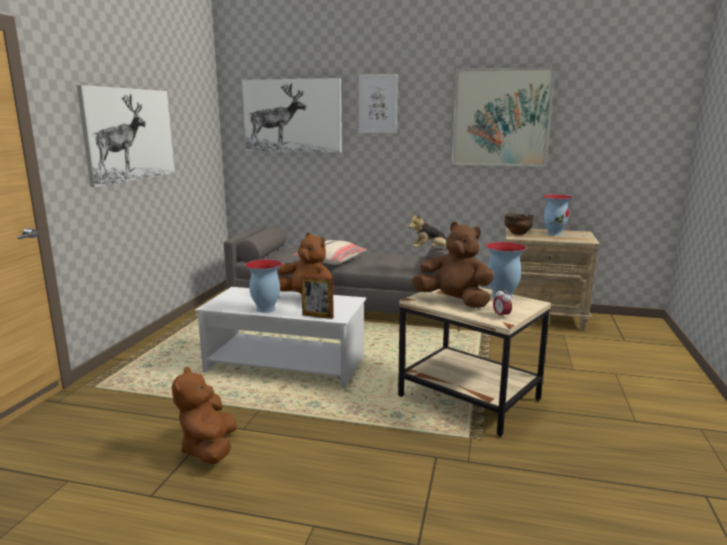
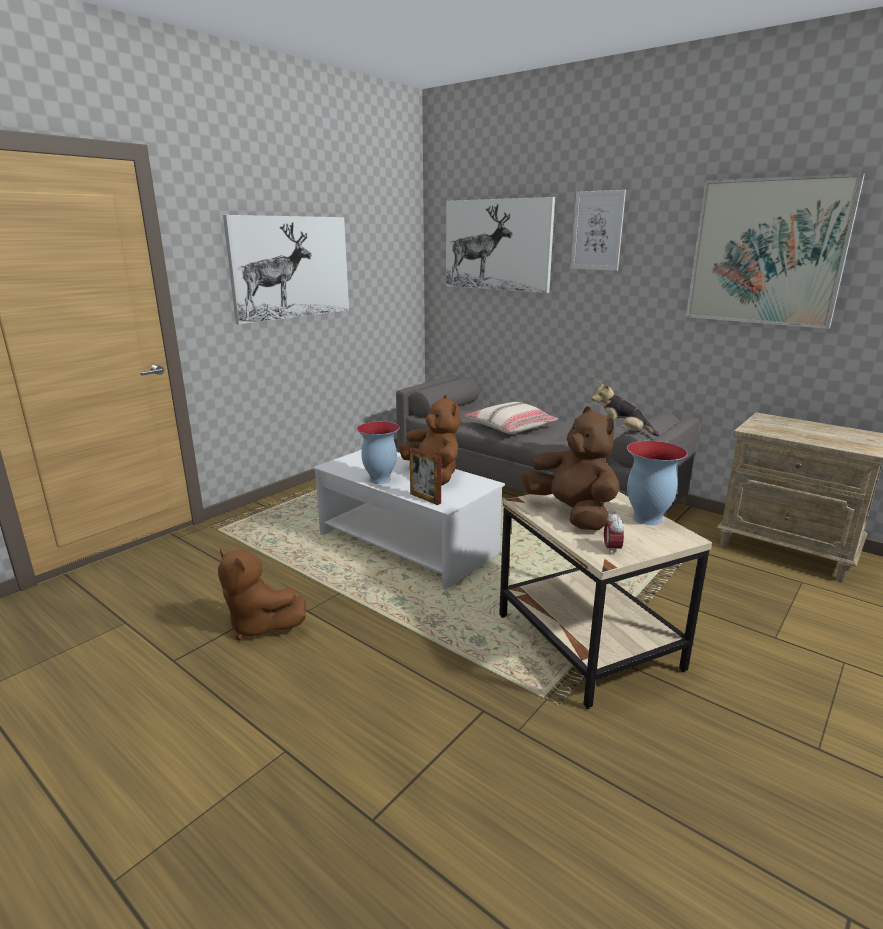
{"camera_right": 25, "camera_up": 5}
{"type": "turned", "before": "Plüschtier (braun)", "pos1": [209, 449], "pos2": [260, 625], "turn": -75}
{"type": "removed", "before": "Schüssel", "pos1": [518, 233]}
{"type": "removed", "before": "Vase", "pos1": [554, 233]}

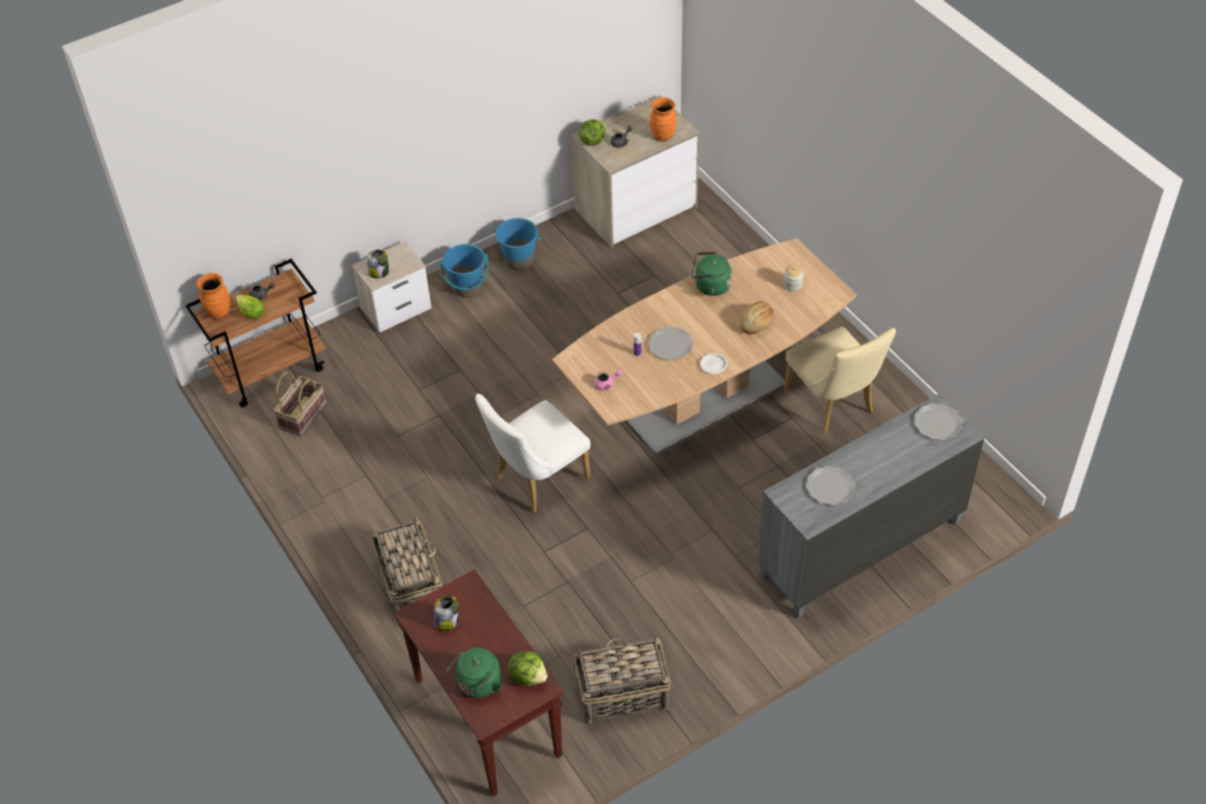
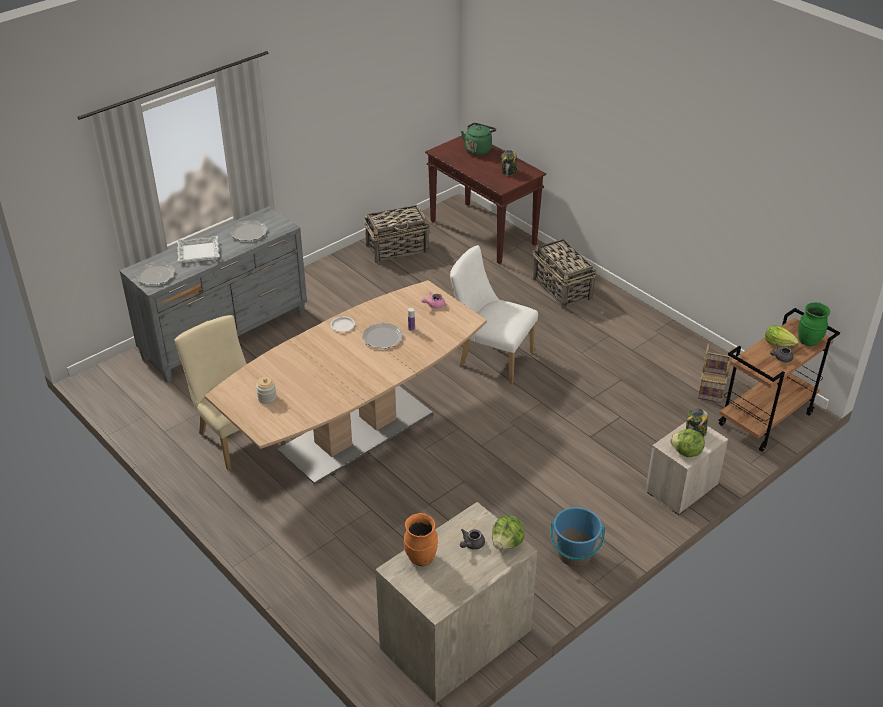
{"camera_right": 170, "camera_up": -10}
{"type": "recoloured", "before": "Vase (orange)", "after": "Vase (grün)", "pos1": [218, 312], "pos2": [809, 341]}
{"type": "removed", "before": "Eimer (blau)", "pos1": [467, 287]}
{"type": "turned", "before": "Stuhl (weiß)", "pos1": [536, 481], "pos2": [490, 358], "turn": -105}
{"type": "moved", "before": "Salatkopf", "pos1": [528, 676], "pos2": [686, 452]}
{"type": "removed", "before": "Wasserkessel (grün)", "pos1": [710, 286]}
{"type": "removed", "before": "Brot", "pos1": [756, 323]}
{"type": "added", "after": "Tablett (weiß)", "pos2": [198, 252]}

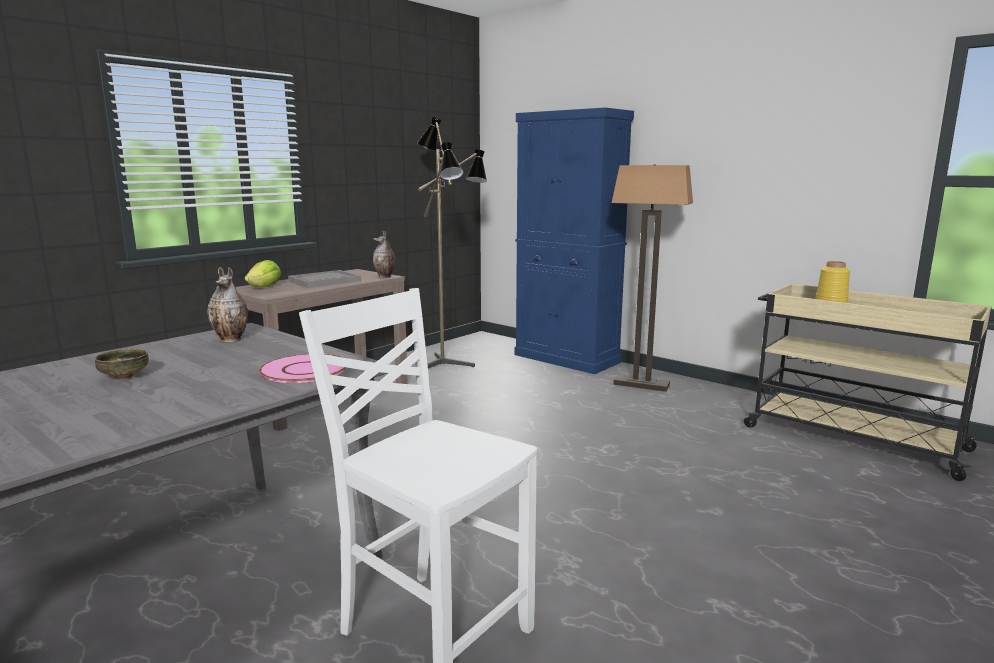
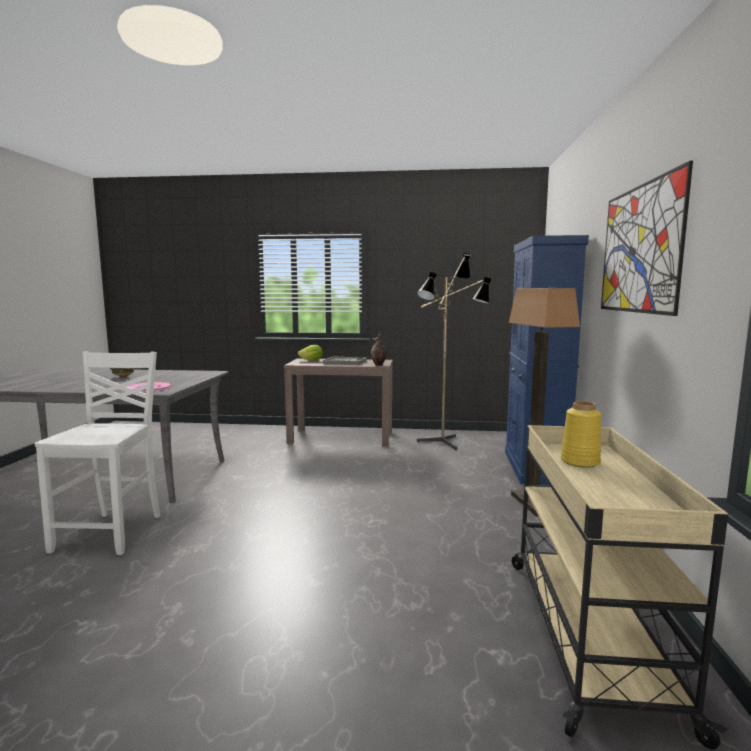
{"camera_right": 55, "camera_up": -5}
{"type": "removed", "before": "Vase", "pos1": [232, 339]}
{"type": "added", "after": "Bild", "pos2": [639, 249]}

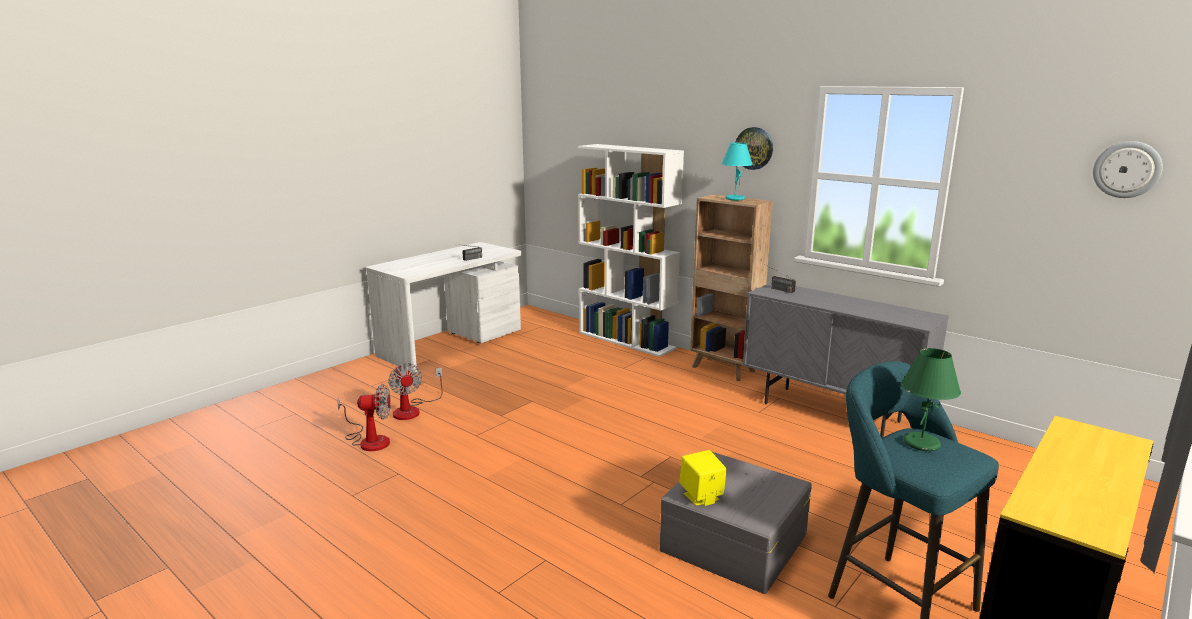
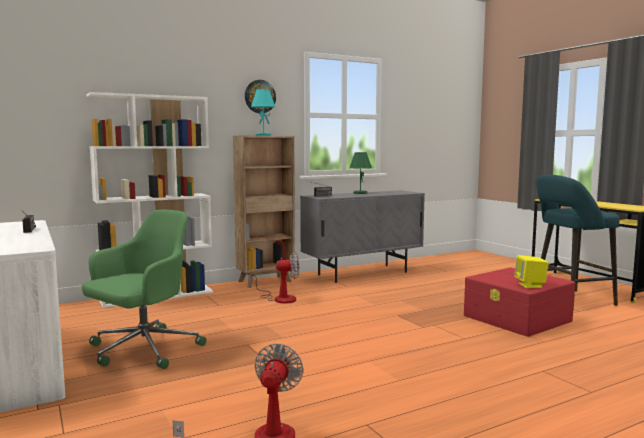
{"camera_right": -70, "camera_up": -10}
{"type": "moved", "before": "Ventilator", "pos1": [412, 410], "pos2": [279, 298]}
{"type": "recoloured", "before": "Aufbewahrungsbox (grau)", "after": "Aufbewahrungsbox (rot)", "pos1": [733, 542], "pos2": [517, 318]}
{"type": "moved", "before": "Tischlampe (grün)", "pos1": [921, 443], "pos2": [360, 193]}
{"type": "removed", "before": "Wanduhr", "pos1": [1127, 169]}
{"type": "added", "after": "Bürostuhl (grün)", "pos2": [143, 350]}

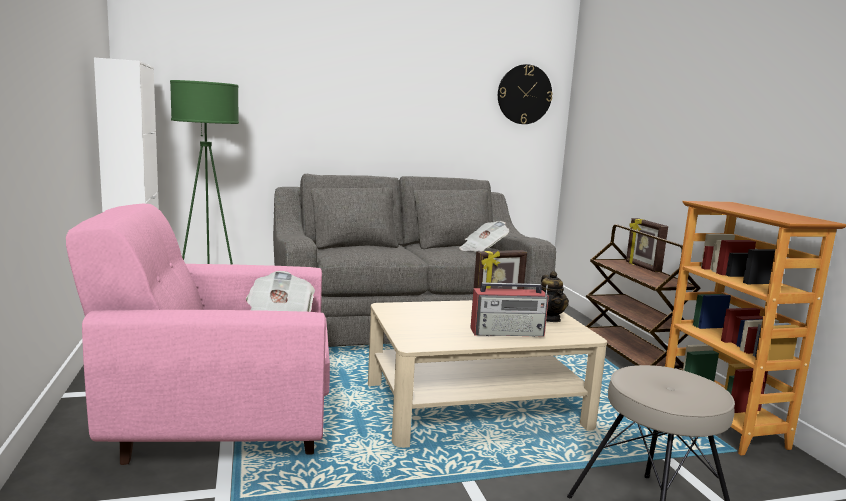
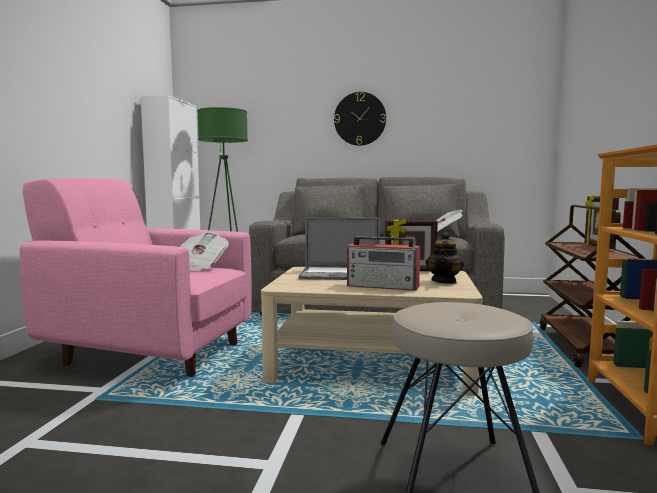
{"camera_right": 25, "camera_up": -5}
{"type": "moved", "before": "Wanduhr", "pos1": [524, 94], "pos2": [360, 119]}
{"type": "added", "after": "Laptop", "pos2": [340, 274]}

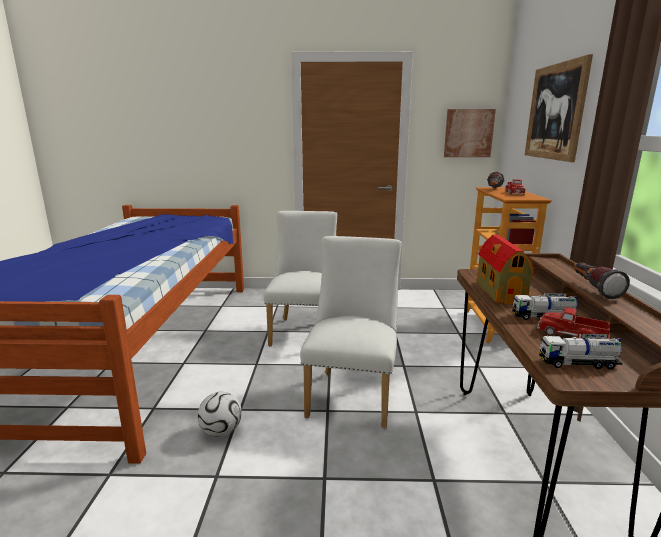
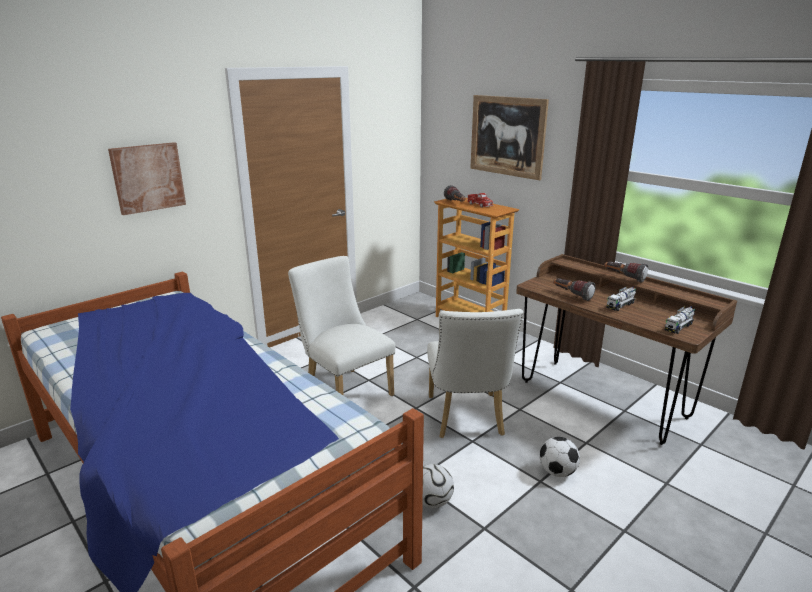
{"camera_right": -45, "camera_up": 5}
{"type": "turned", "before": "Stuhl (weiß)", "pos1": [352, 393], "pos2": [467, 419], "turn": -150}
{"type": "moved", "before": "Bild", "pos1": [468, 133], "pos2": [148, 177]}
{"type": "replaced", "before": "Spielzeughaus", "after": "Taschenlampe", "pos1": [499, 291], "pos2": [571, 295]}
{"type": "removed", "before": "Spielzeuglaster", "pos1": [571, 335]}
{"type": "added", "after": "Fußball", "pos2": [557, 472]}

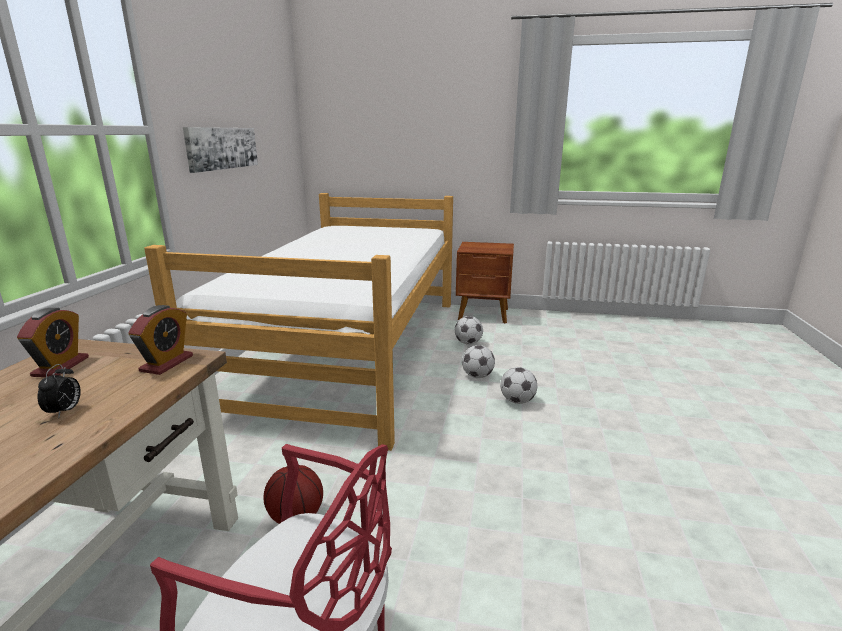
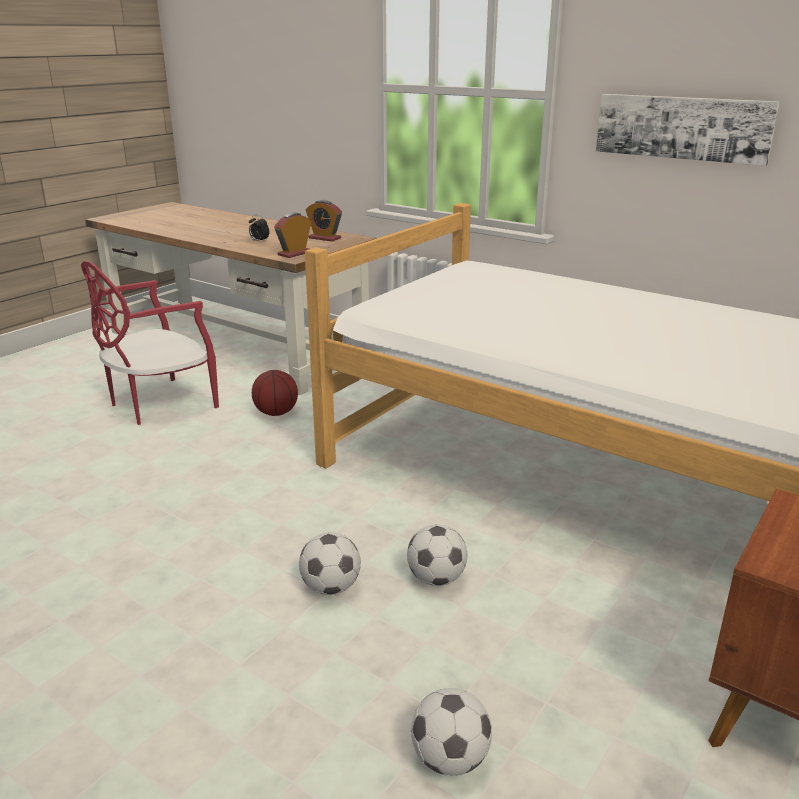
{"camera_right": 115, "camera_up": 5}
{"type": "turned", "before": "Wecker", "pos1": [167, 363], "pos2": [294, 253], "turn": 90}
{"type": "moved", "before": "Fußball", "pos1": [468, 343], "pos2": [450, 759]}

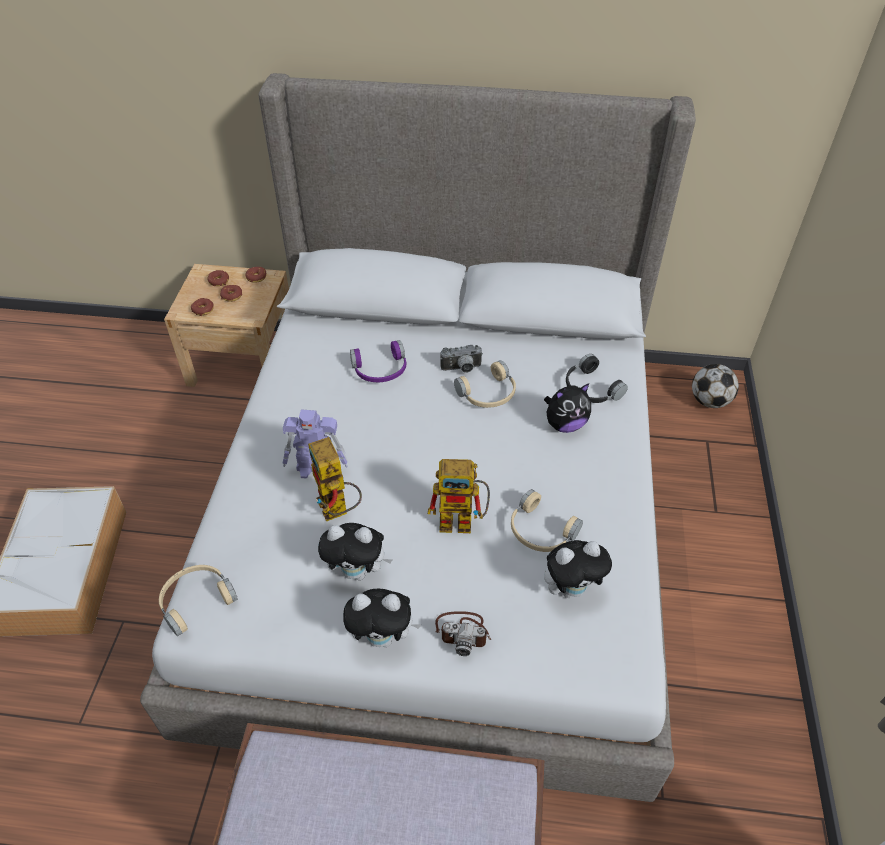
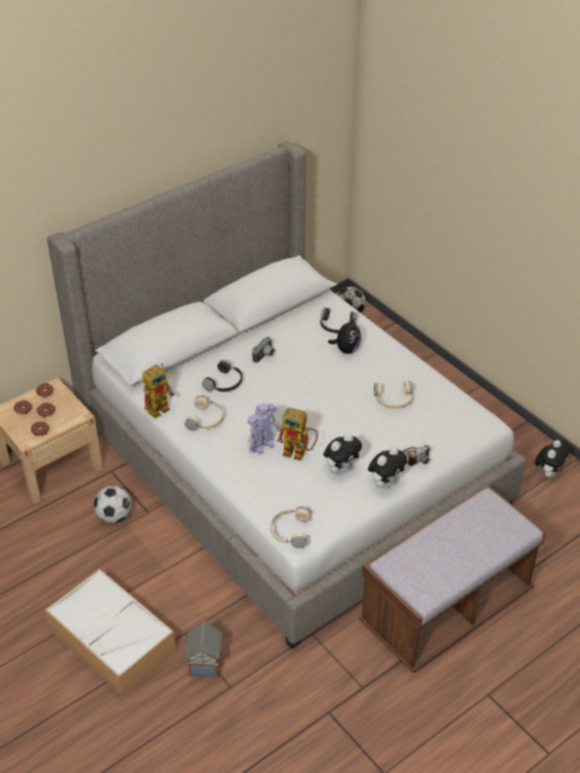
{"camera_right": -45, "camera_up": -5}
{"type": "recoloured", "before": "Kopfhörer (lila)", "after": "Kopfhörer (schwarz)", "pos1": [380, 370], "pos2": [225, 383]}
{"type": "moved", "before": "Spielzeugroboter", "pos1": [463, 520], "pos2": [160, 407]}
{"type": "moved", "before": "Kopfhörer (beige)", "pos1": [488, 394], "pos2": [207, 419]}
{"type": "moved", "before": "Plüschtier", "pos1": [571, 588], "pos2": [548, 473]}
{"type": "added", "after": "Fußball", "pos2": [114, 516]}
{"type": "added", "after": "Spielzeughaus", "pos2": [205, 666]}

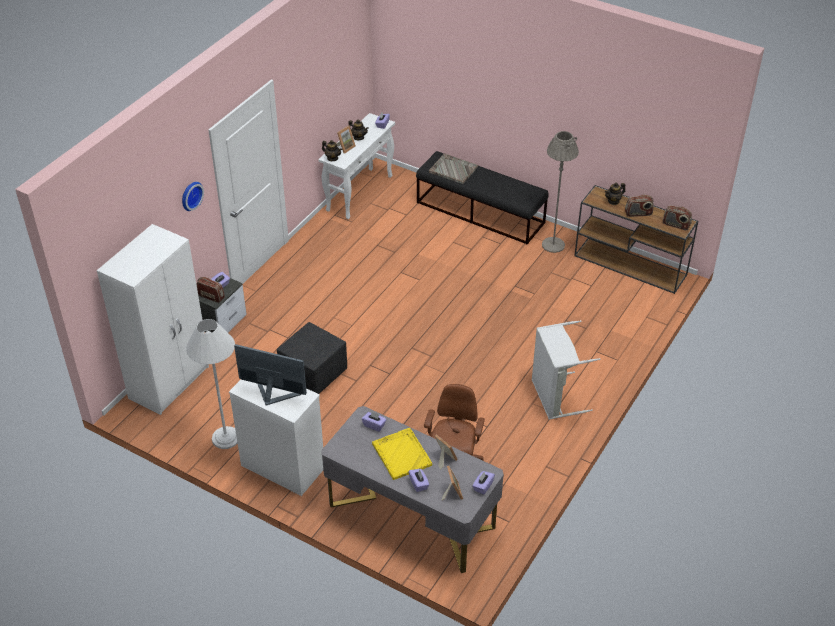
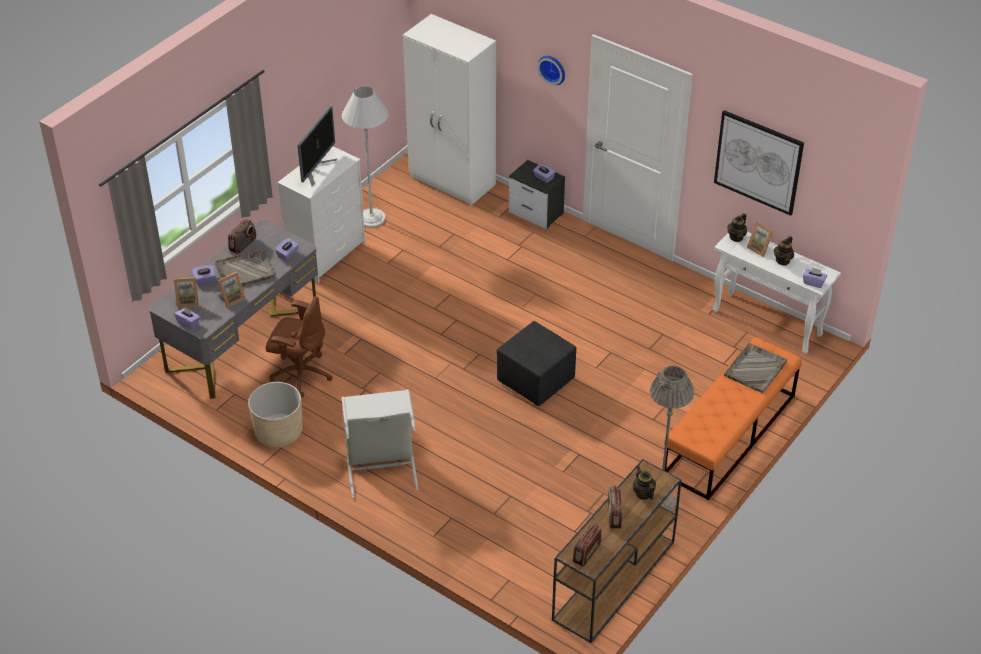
{"camera_right": 95, "camera_up": 0}
{"type": "moved", "before": "Radio", "pos1": [211, 296], "pos2": [243, 245]}
{"type": "moved", "before": "Polsterhocker (schwarz)", "pos1": [314, 374], "pos2": [536, 382]}
{"type": "recoloured", "before": "Tablett (gelb)", "after": "Tablett (grau)", "pos1": [401, 454], "pos2": [245, 270]}
{"type": "recoloured", "before": "Bank (schwarz)", "after": "Bank (orange)", "pos1": [480, 213], "pos2": [729, 435]}
{"type": "added", "after": "Pflanzkübel (beige)", "pos2": [278, 433]}
{"type": "added", "after": "Bild", "pos2": [758, 162]}

